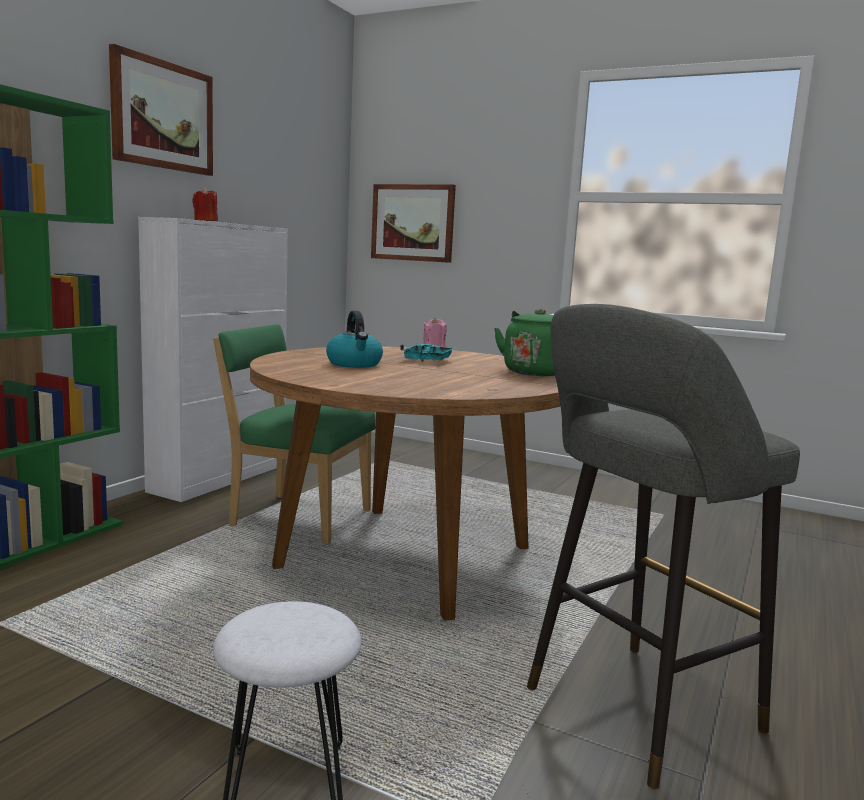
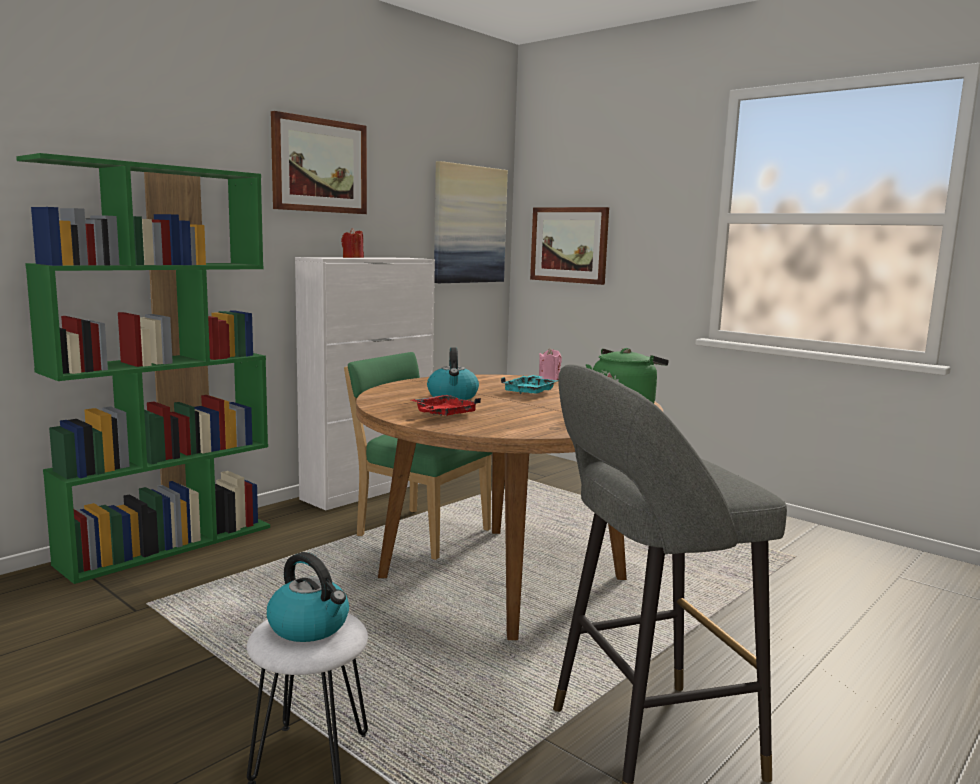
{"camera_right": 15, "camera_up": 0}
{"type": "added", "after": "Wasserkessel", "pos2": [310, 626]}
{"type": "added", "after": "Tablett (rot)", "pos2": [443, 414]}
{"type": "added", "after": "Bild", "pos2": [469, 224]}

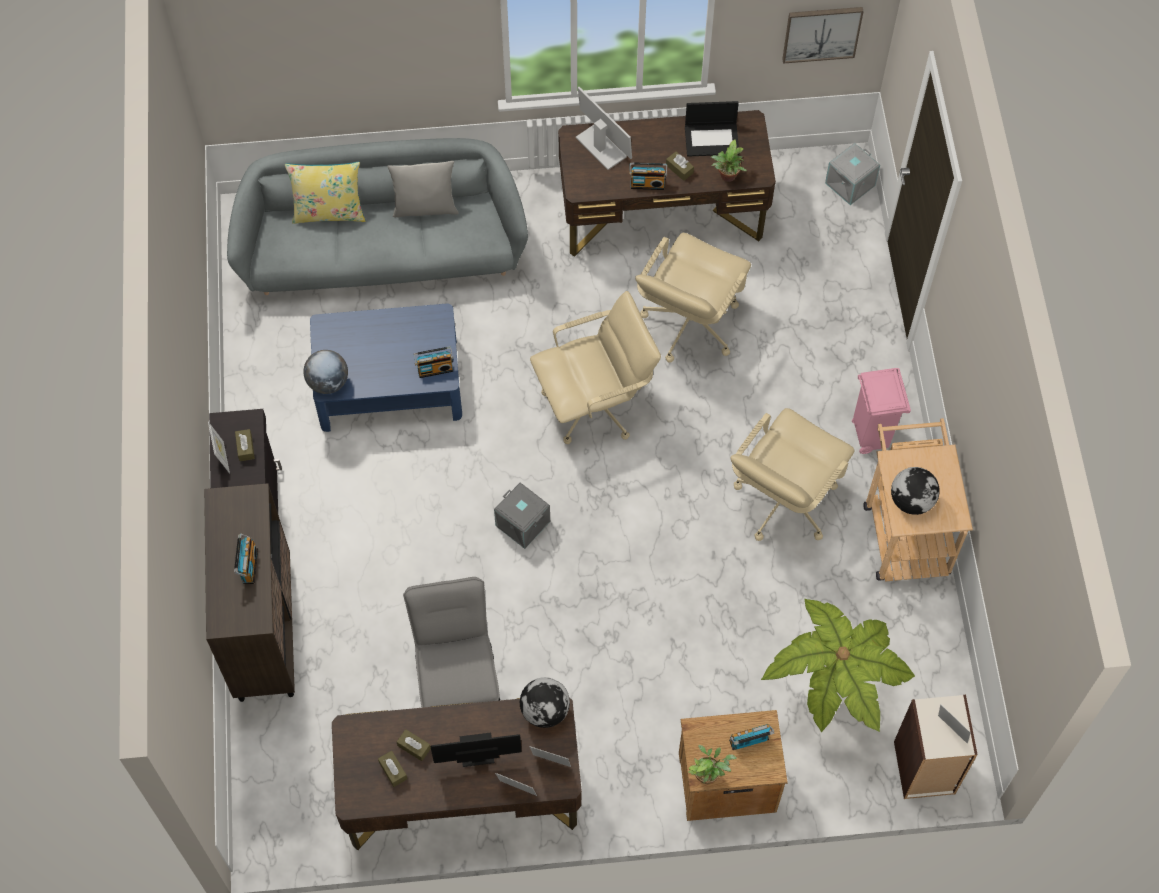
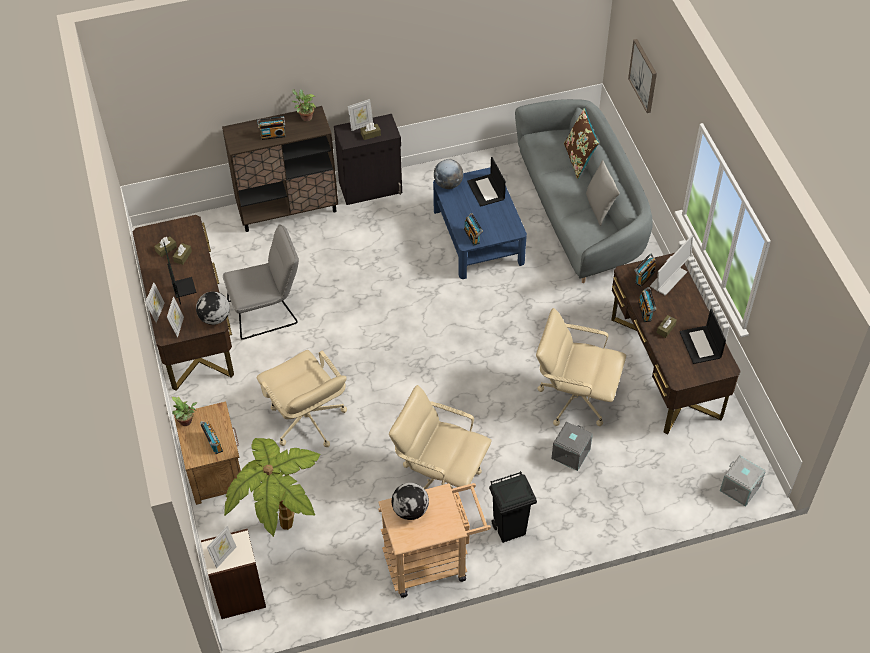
{"camera_right": 80, "camera_up": -10}
{"type": "recoloured", "before": "Kissen (gelb)", "after": "Kissen (braun)", "pos1": [329, 211], "pos2": [579, 159]}
{"type": "moved", "before": "Aufbewahrungsbox (grau)", "pos1": [522, 524], "pos2": [570, 453]}
{"type": "moved", "before": "Bürostuhl (beige)", "pos1": [595, 405], "pos2": [307, 421]}
{"type": "moved", "before": "Topfpflanze", "pos1": [727, 177], "pos2": [305, 117]}
{"type": "moved", "before": "Bild", "pos1": [821, 33], "pos2": [643, 75]}
{"type": "recoloured", "before": "Mülleimer (rosa)", "after": "Mülleimer (schwarz)", "pos1": [870, 435], "pos2": [510, 529]}
{"type": "added", "after": "Laptop", "pos2": [486, 190]}
{"type": "added", "after": "Radio", "pos2": [644, 276]}

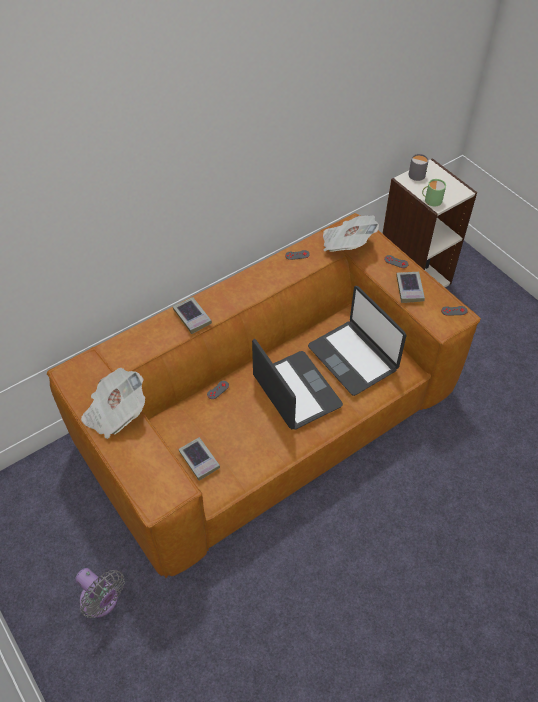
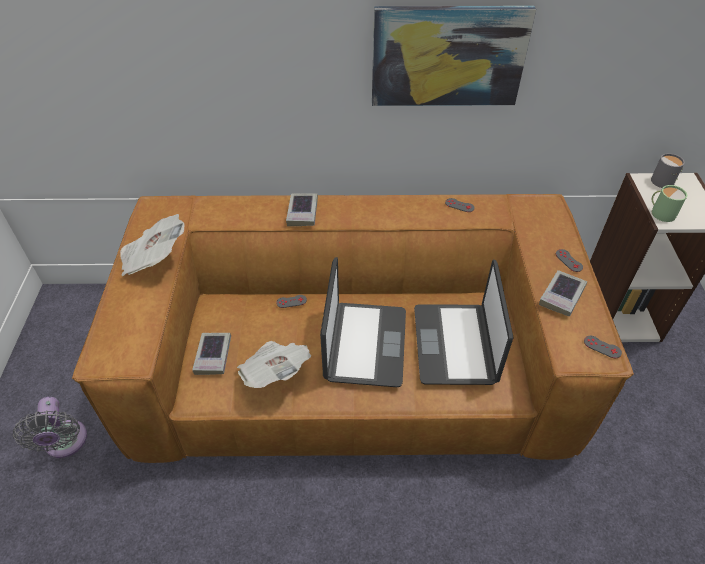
{"camera_right": 35, "camera_up": -5}
{"type": "moved", "before": "Zeitung", "pos1": [347, 244], "pos2": [275, 373]}
{"type": "added", "after": "Bild", "pos2": [448, 56]}

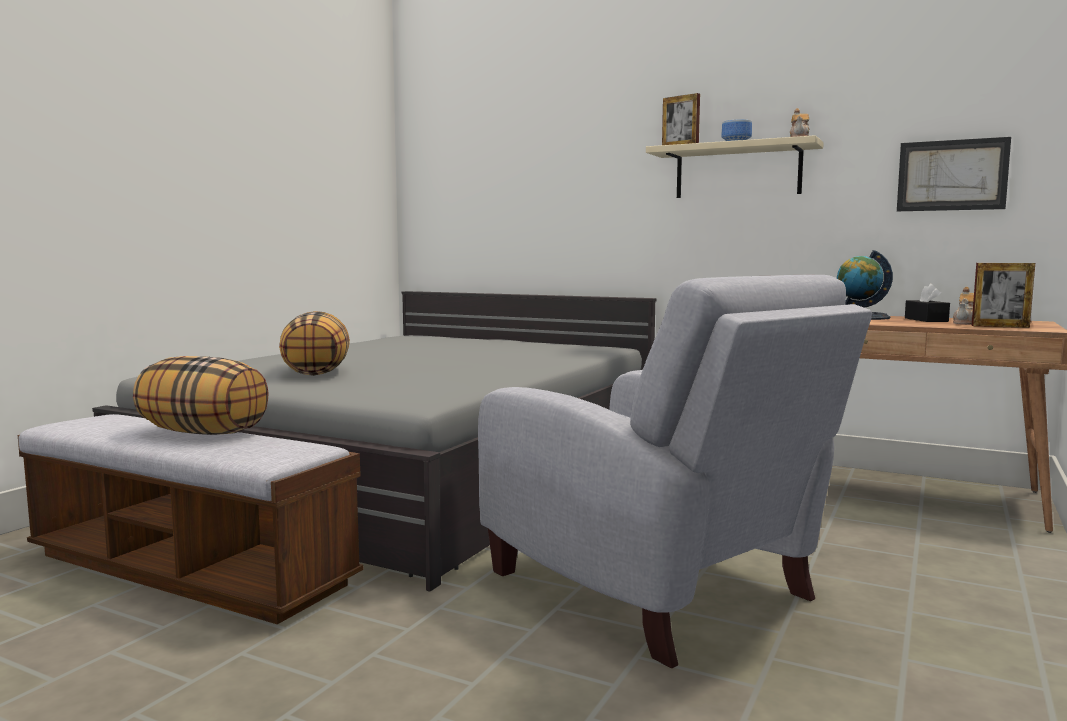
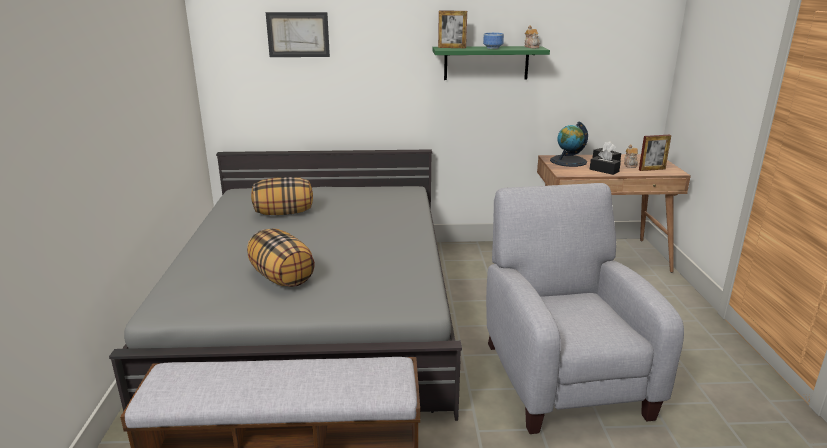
{"camera_right": -30, "camera_up": 15}
{"type": "moved", "before": "Kissen", "pos1": [205, 433], "pos2": [284, 213]}
{"type": "turned", "before": "Sessel (grau)", "pos1": [655, 589], "pos2": [561, 374], "turn": -120}
{"type": "recoloured", "before": "Wandregal (beige)", "after": "Wandregal (grün)", "pos1": [737, 171], "pos2": [486, 63]}
{"type": "moved", "before": "Bild", "pos1": [952, 175], "pos2": [298, 34]}
{"type": "added", "after": "Taschentuchbox (schwarz)", "pos2": [604, 170]}

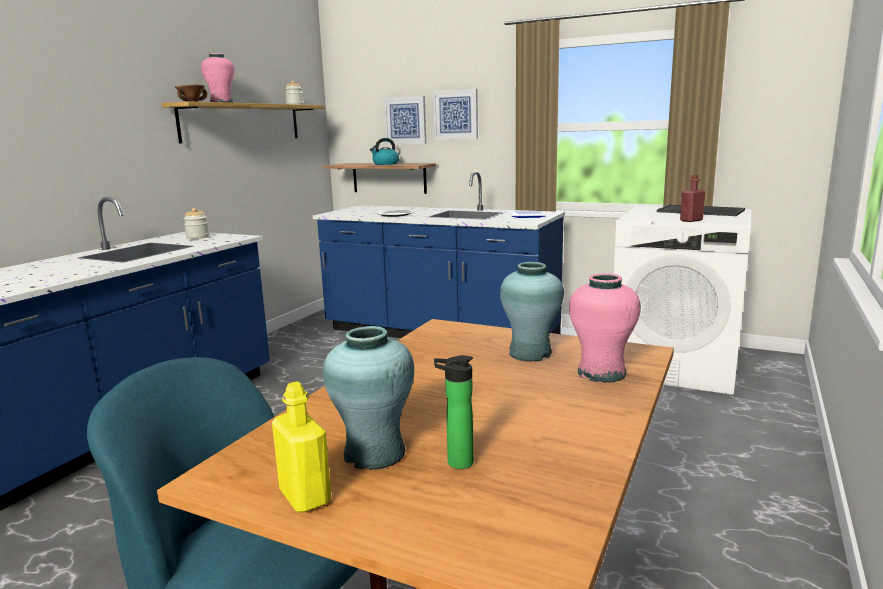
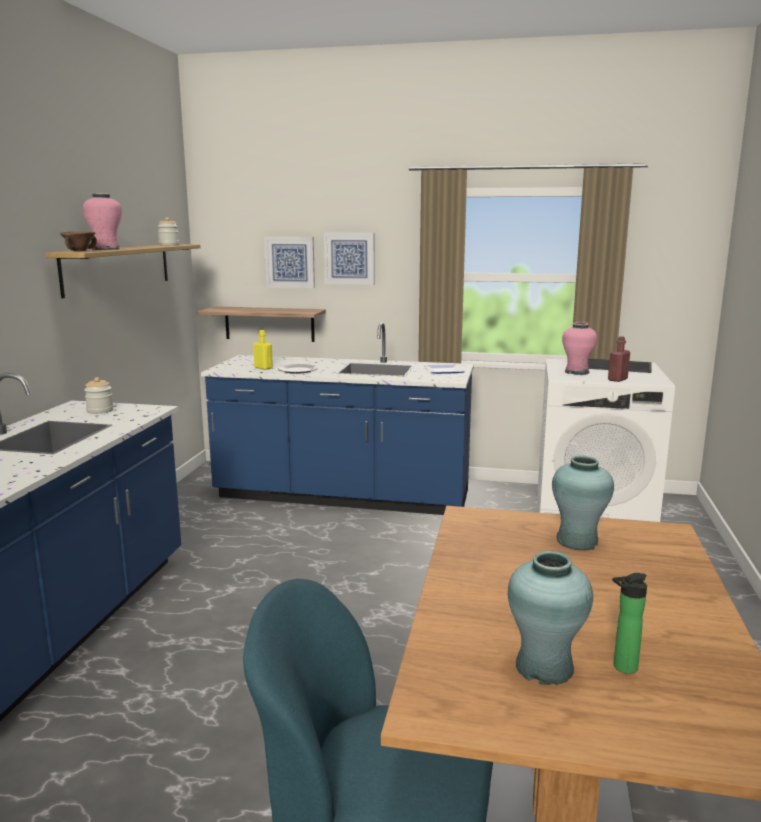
{"camera_right": -15, "camera_up": 0}
{"type": "moved", "before": "Flasche (gelb)", "pos1": [305, 497], "pos2": [263, 368]}
{"type": "removed", "before": "Wasserkessel", "pos1": [385, 164]}
{"type": "moved", "before": "Vase (rosa)", "pos1": [602, 373], "pos2": [577, 372]}

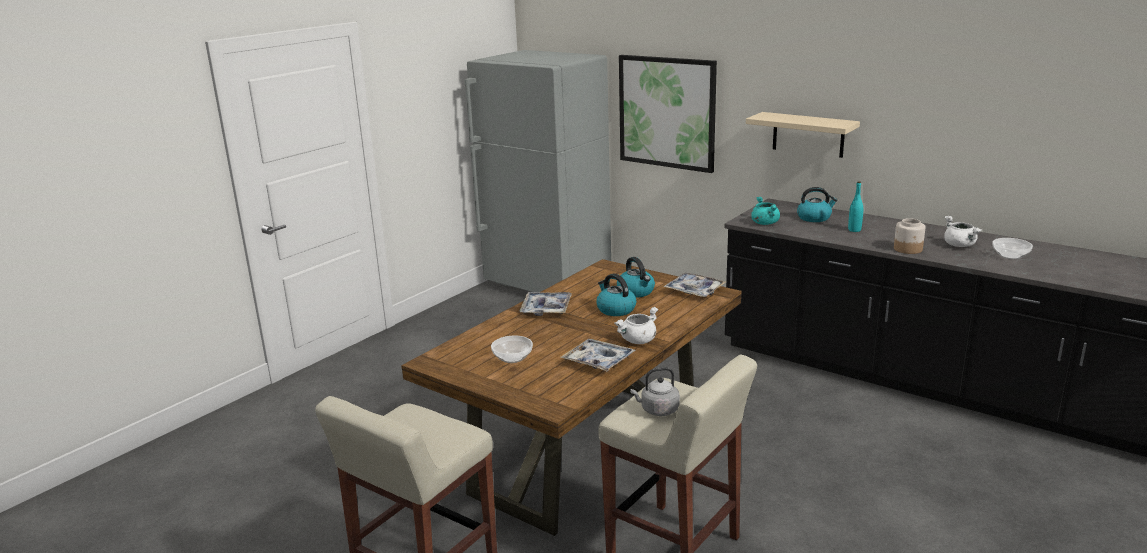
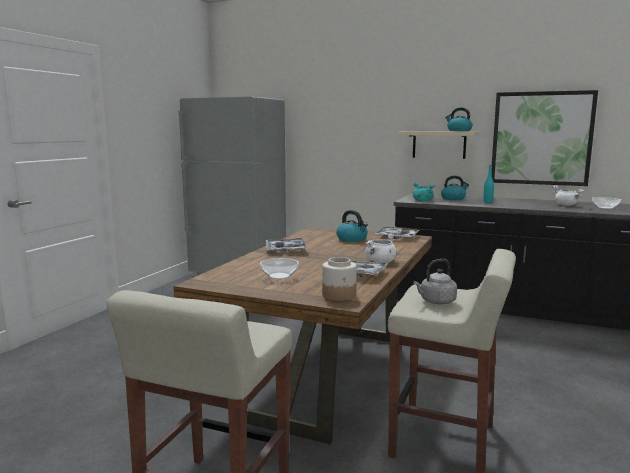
{"camera_right": -15, "camera_up": -10}
{"type": "moved", "before": "Wasserkessel", "pos1": [615, 309], "pos2": [458, 131]}
{"type": "moved", "before": "Bild", "pos1": [667, 112], "pos2": [541, 138]}
{"type": "moved", "before": "Vorratsglas", "pos1": [908, 249], "pos2": [339, 295]}

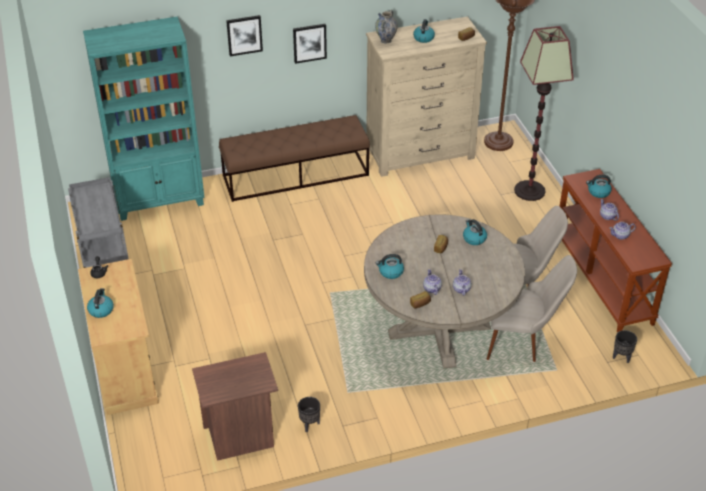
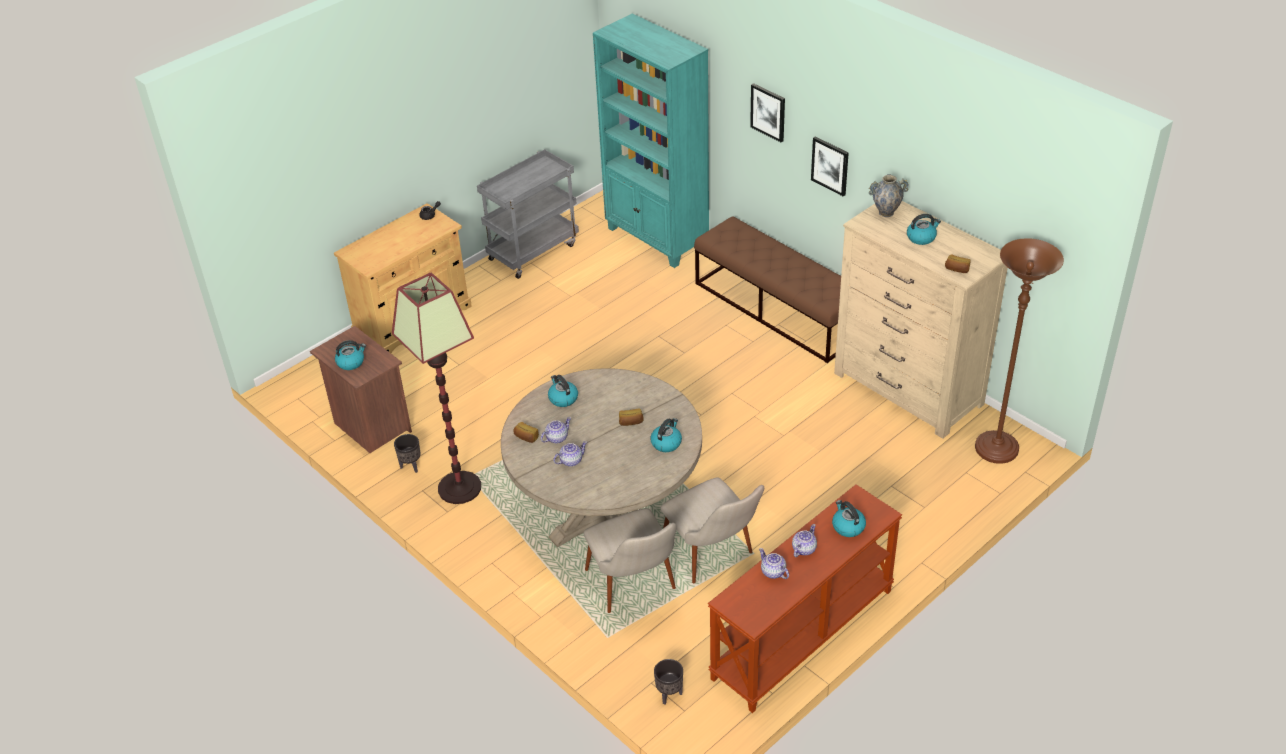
{"camera_right": 65, "camera_up": 0}
{"type": "moved", "before": "Wasserkessel", "pos1": [101, 310], "pos2": [351, 362]}
{"type": "moved", "before": "Stehlampe", "pos1": [530, 191], "pos2": [459, 488]}

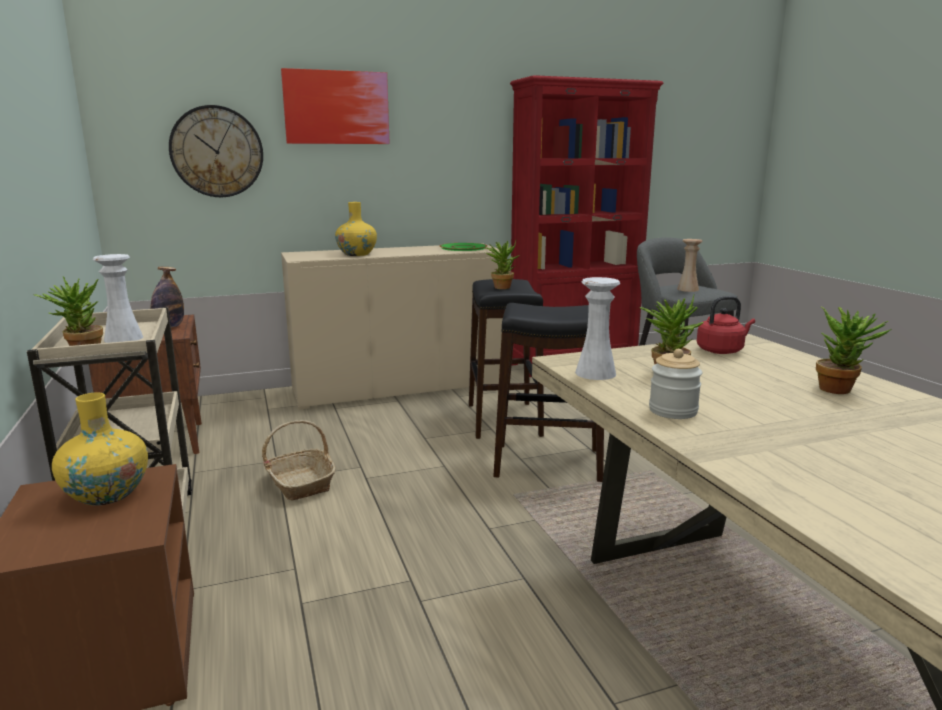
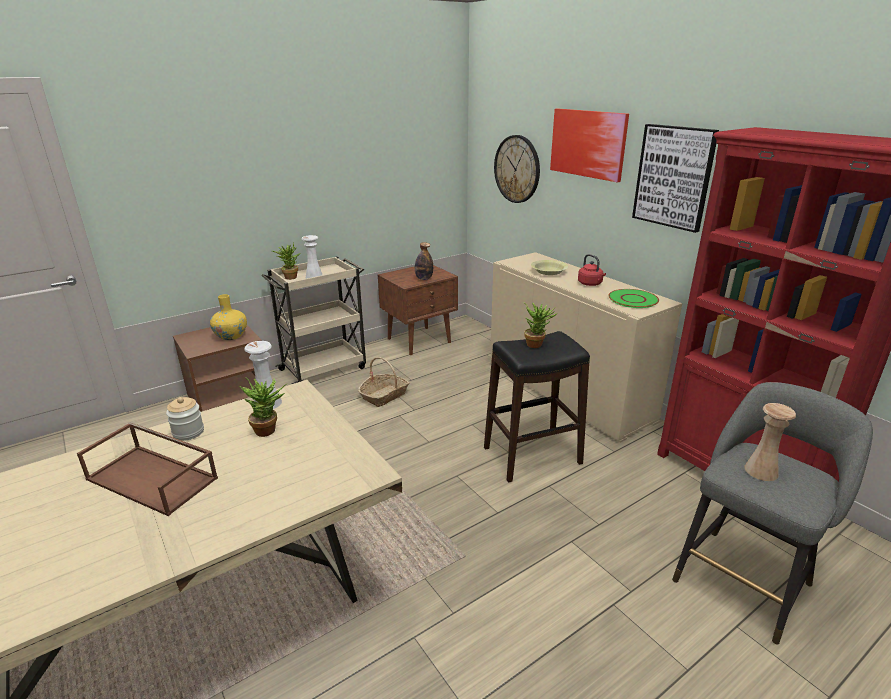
{"camera_right": 75, "camera_up": 10}
{"type": "replaced", "before": "Vase (gelb)", "after": "Schüssel (gelb)", "pos1": [357, 254], "pos2": [548, 272]}
{"type": "removed", "before": "Hocker (schwarz)", "pos1": [547, 463]}
{"type": "moved", "before": "Wasserkessel (rot)", "pos1": [721, 350], "pos2": [591, 284]}
{"type": "removed", "before": "Topfpflanze", "pos1": [841, 389]}
{"type": "added", "after": "Tablett (braun)", "pos2": [154, 478]}
{"type": "added", "after": "Bild", "pos2": [673, 177]}

